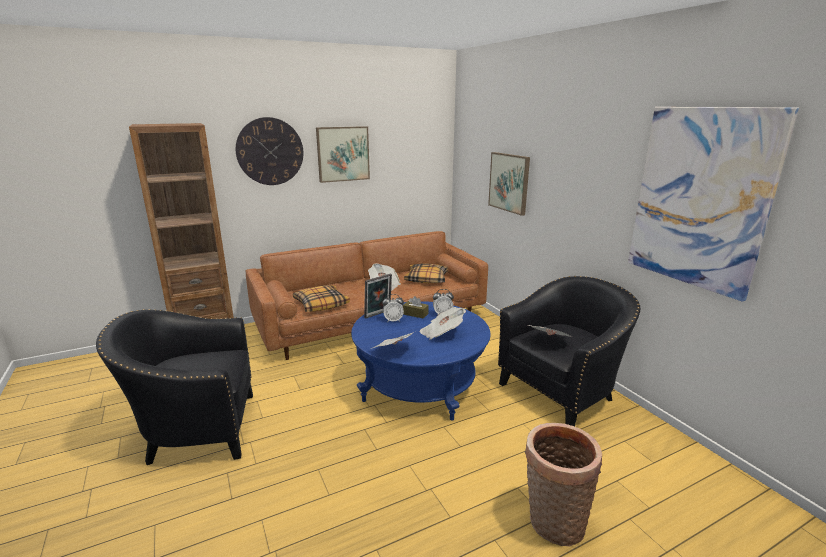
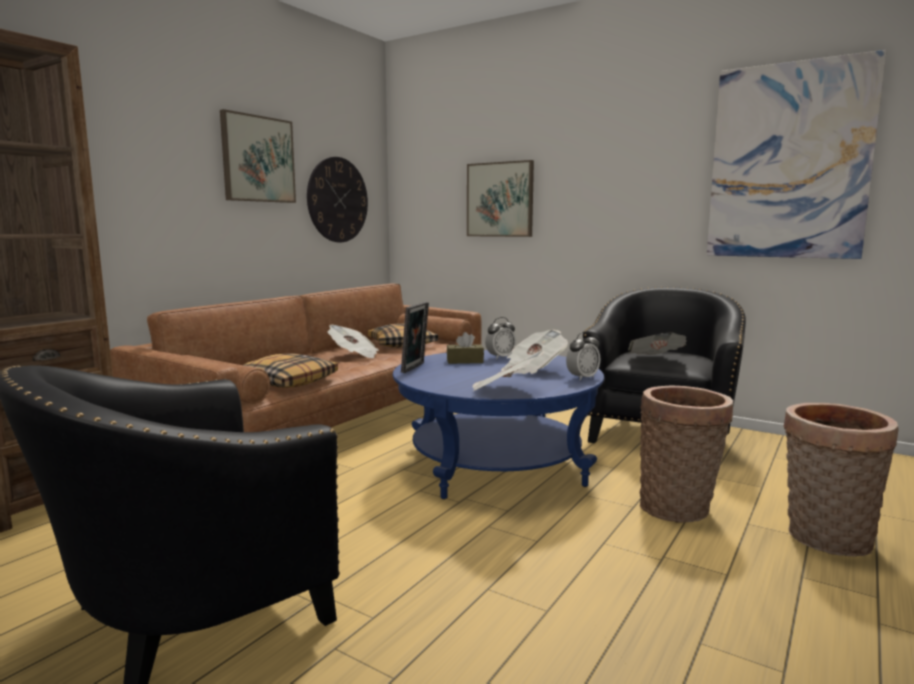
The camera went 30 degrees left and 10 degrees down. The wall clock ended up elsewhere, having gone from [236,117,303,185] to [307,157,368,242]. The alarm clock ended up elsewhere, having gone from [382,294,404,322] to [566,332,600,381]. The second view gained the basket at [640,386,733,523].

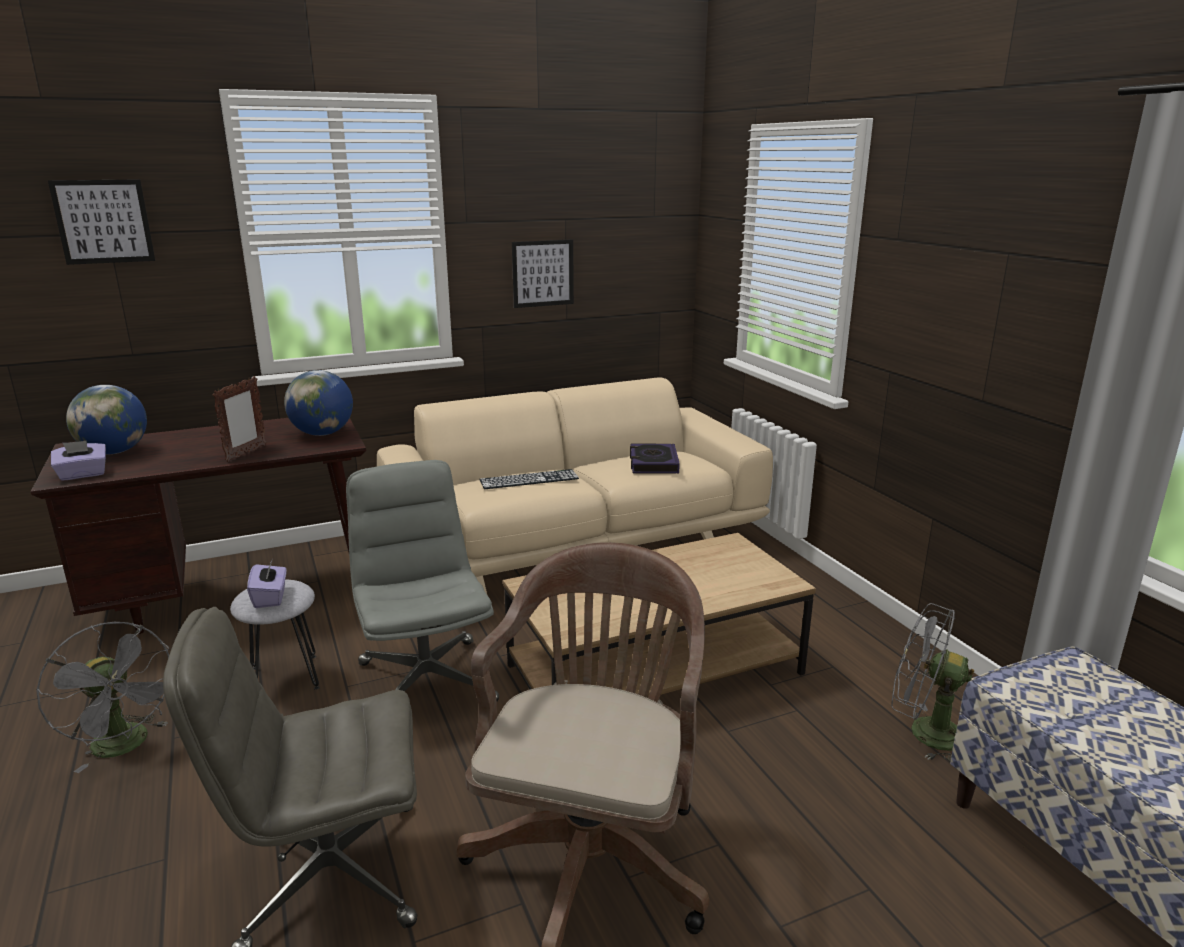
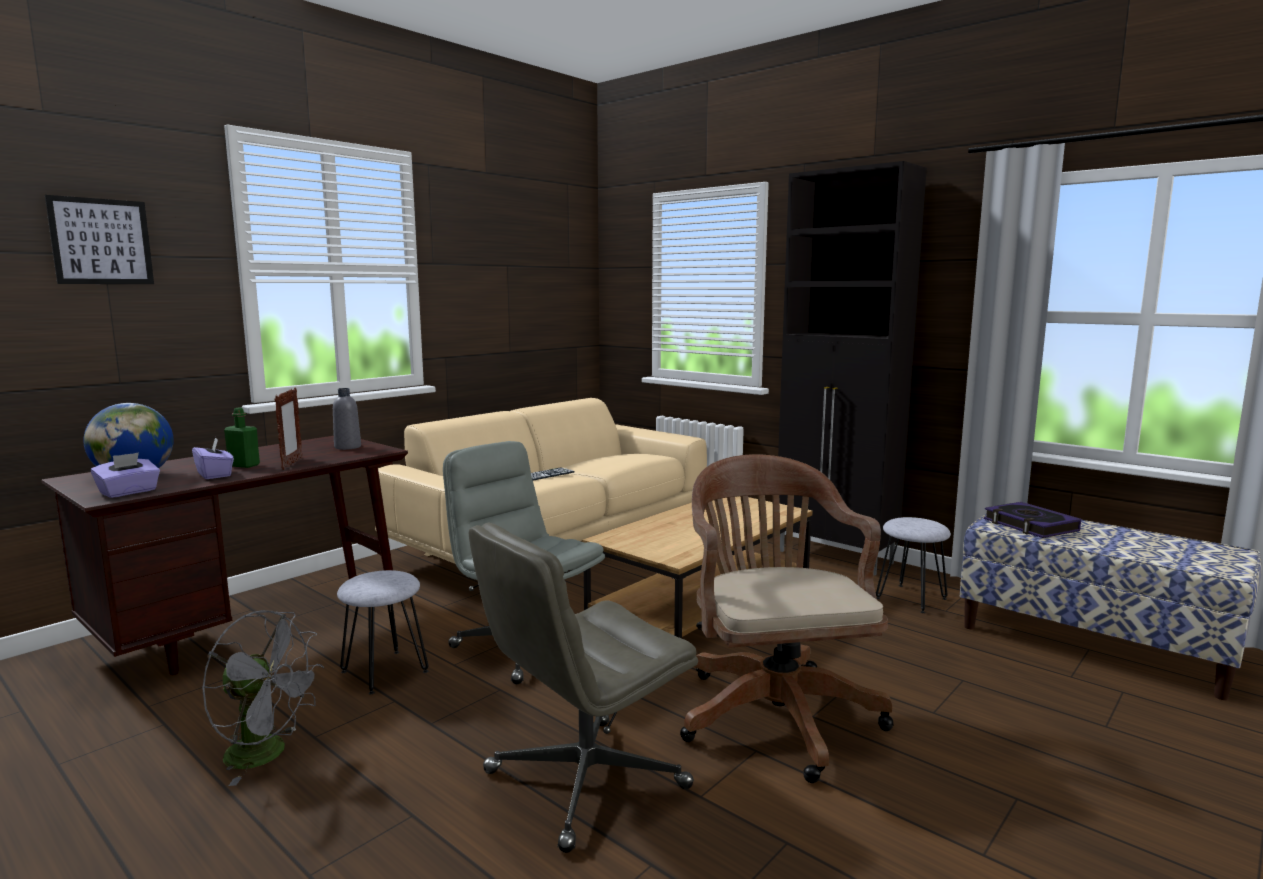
The camera went 25 degrees left and 10 degrees down. The second view lost the picture at [512,240,574,308]. Where the globe stood at [284,370,353,436], the grey bottle came to stand at [333,388,361,450]. The book ended up elsewhere, having gone from [630,444,680,474] to [984,502,1081,538]. The purple tissue box ended up elsewhere, having gone from [247,560,287,608] to [192,437,234,479]. Where the grey fan stood at [891,603,974,761], the grey stool came to stand at [876,517,951,613]. The second view gained the black cabinet at [778,161,927,575]. The second view gained the green bottle at [224,407,260,468].

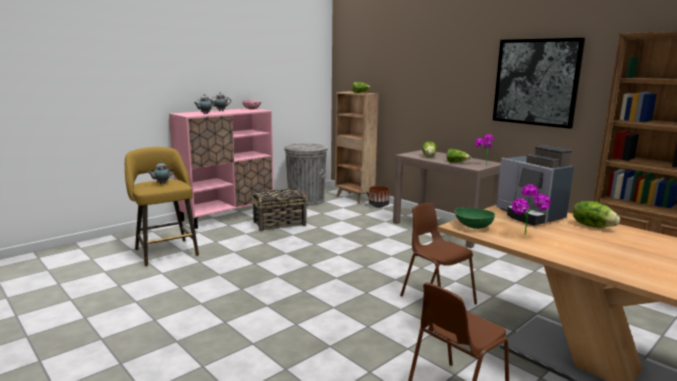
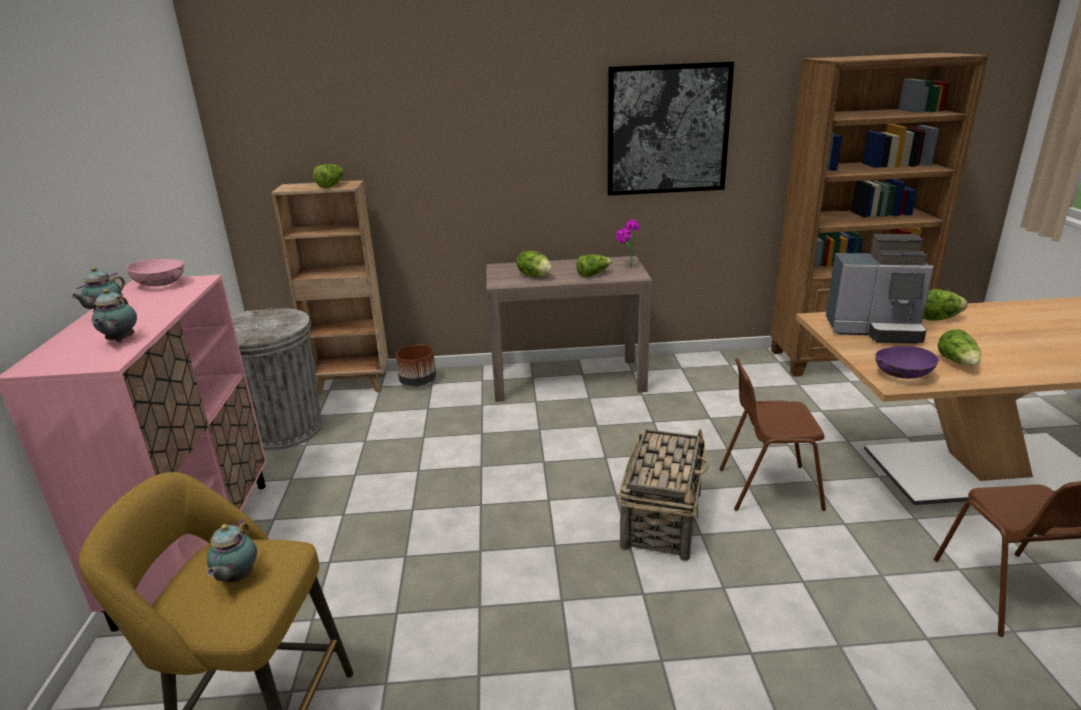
The camera went 50 degrees left and 10 degrees up. Where the potted plant stood at [512,184,551,235], the lettuce came to stand at [938,329,981,366]. The basket ended up elsewhere, having gone from [252,188,308,231] to [618,429,709,561]. What was the green bowl at [455,207,495,229] turned into the purple bowl at [876,346,939,379].

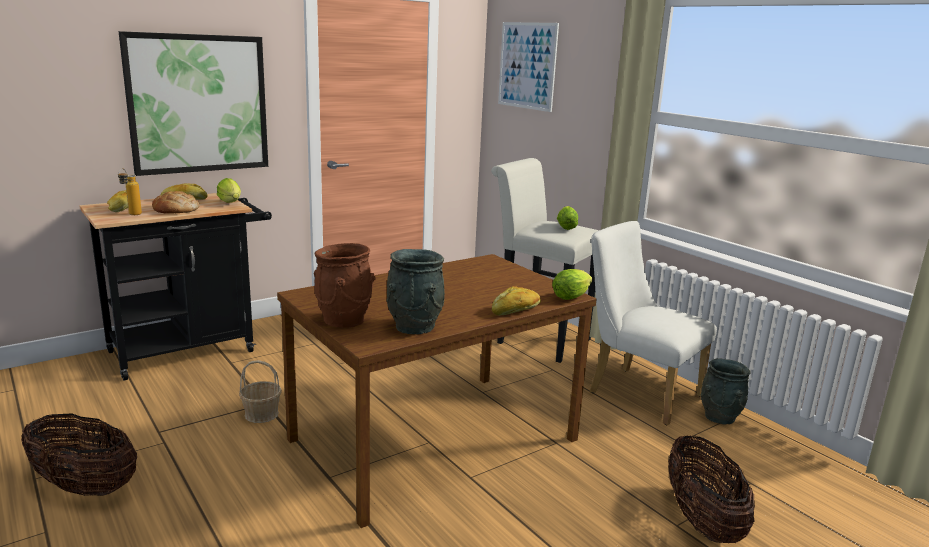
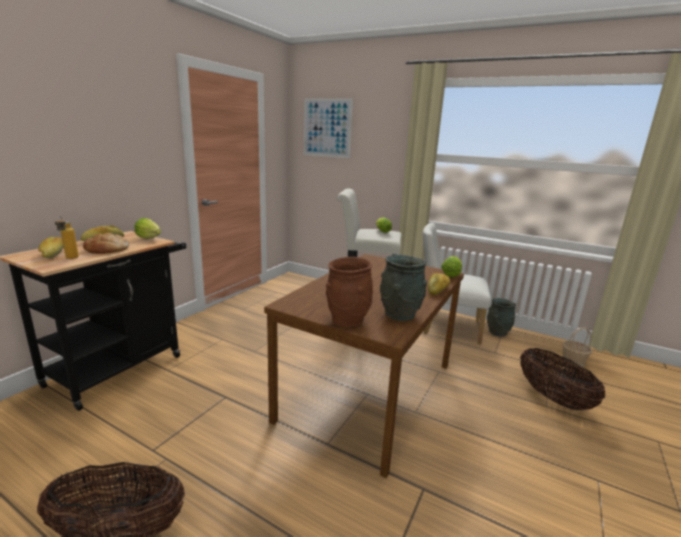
The camera went 25 degrees left and 0 degrees up. The second view lost the picture at [119,31,268,176]. The basket ended up elsewhere, having gone from [239,360,282,423] to [562,328,592,367].

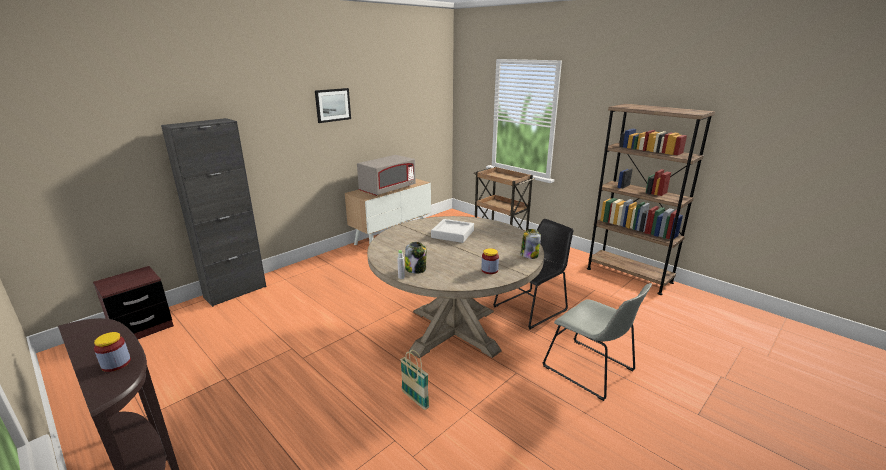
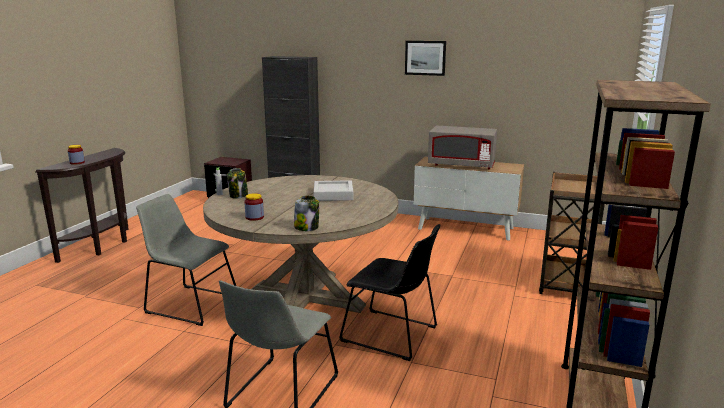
The camera went 65 degrees right and 5 degrees down. Where the basket stood at [400,350,429,410], the grey chair came to stand at [136,194,236,326].

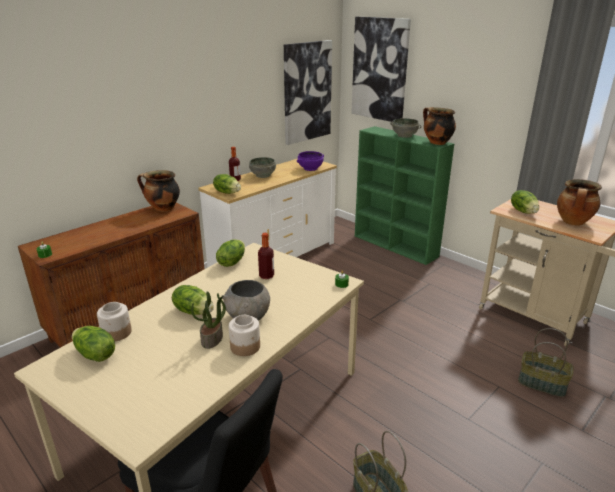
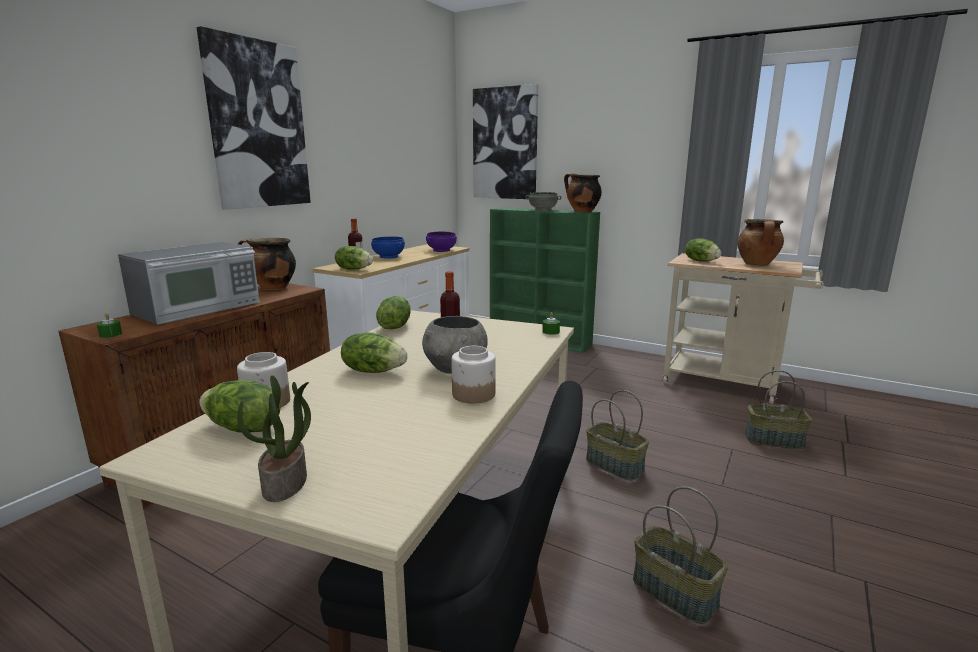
The camera went 15 degrees left and 10 degrees down. The picture ended up elsewhere, having gone from [284,40,332,145] to [196,26,311,210]. What was the grey bowl at [249,157,276,178] turned into the blue bowl at [371,236,405,258]. The potted plant ended up elsewhere, having gone from [191,291,226,349] to [237,375,311,502]. The second view gained the microwave at [118,242,260,325]. The second view gained the basket at [586,390,649,481].

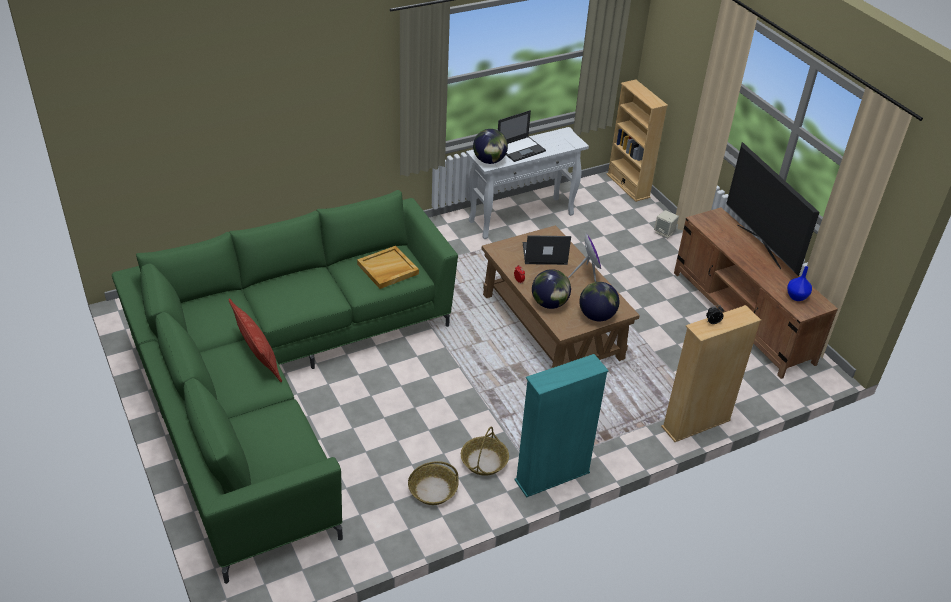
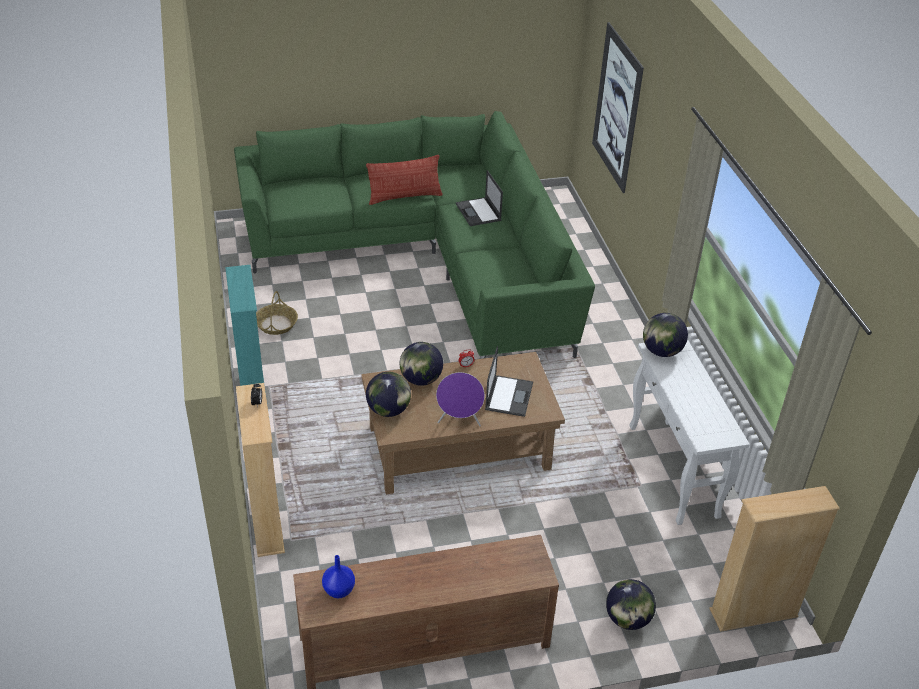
The camera went 105 degrees right and 0 degrees up. The laptop ended up elsewhere, having gone from [498,110,546,162] to [456,170,503,226]. The second view lost the television at [726,142,820,276]. Where the beige speaker stood at [654,210,679,238], the globe came to stand at [606,579,656,630]. The second view lost the beige tray at [357,246,419,289]. The second view lost the basket at [461,427,509,476]. The second view gained the picture at [592,22,644,193].

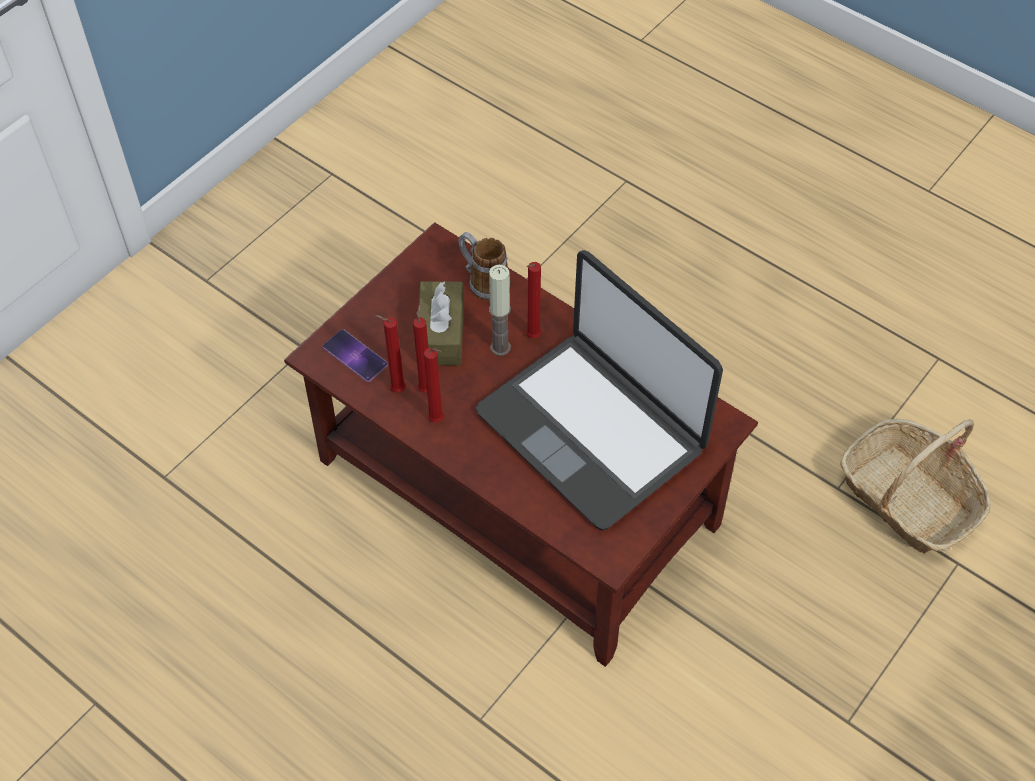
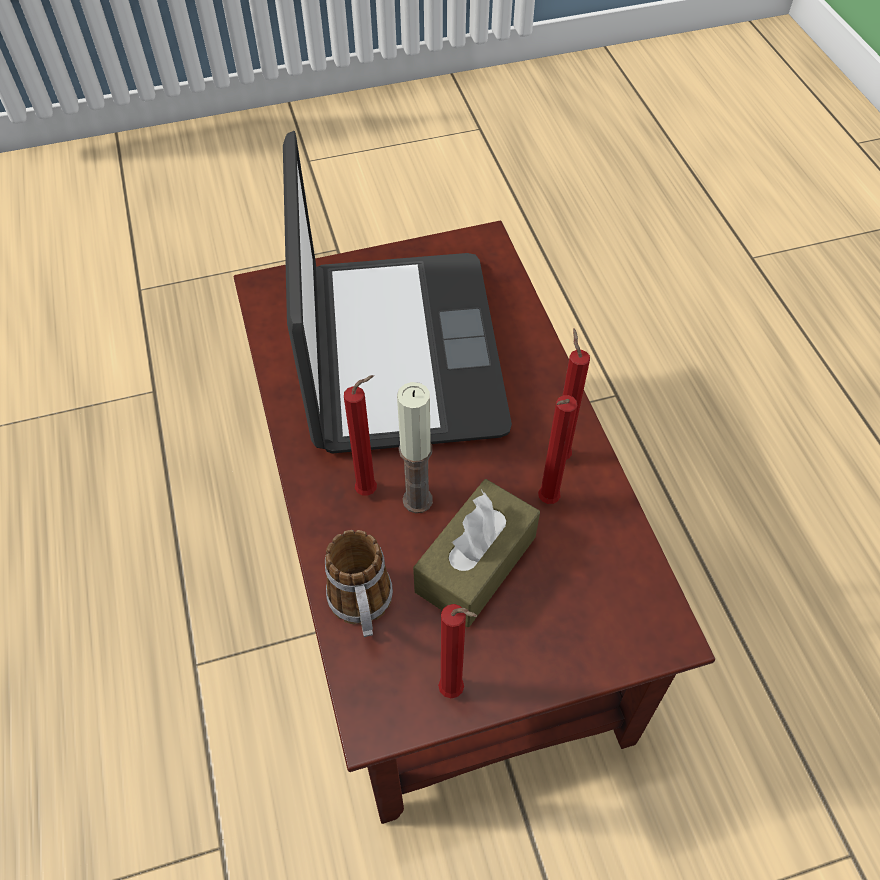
The camera went 145 degrees left and 0 degrees up. The red candle ended up elsewhere, having gone from [375,315,406,393] to [438,604,477,698]. The second view lost the phone at [323,329,388,382]. The second view lost the basket at [840,419,991,554].

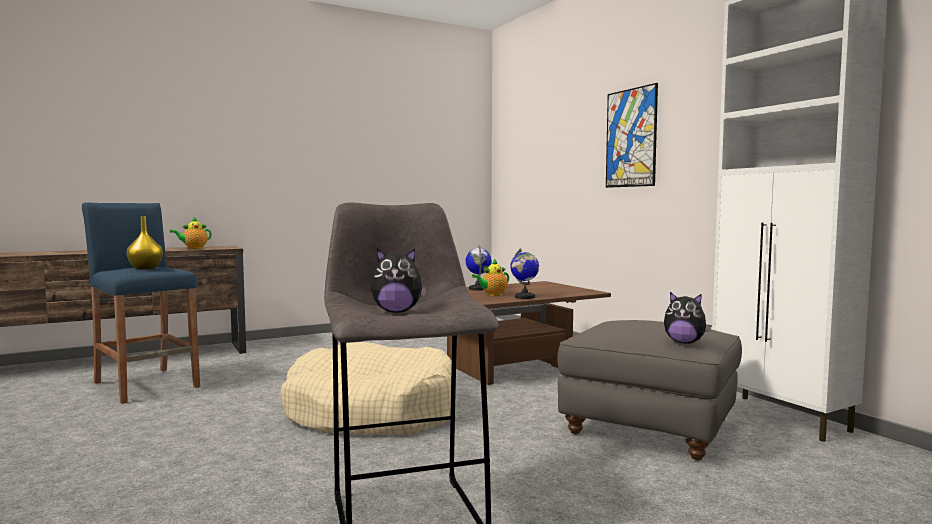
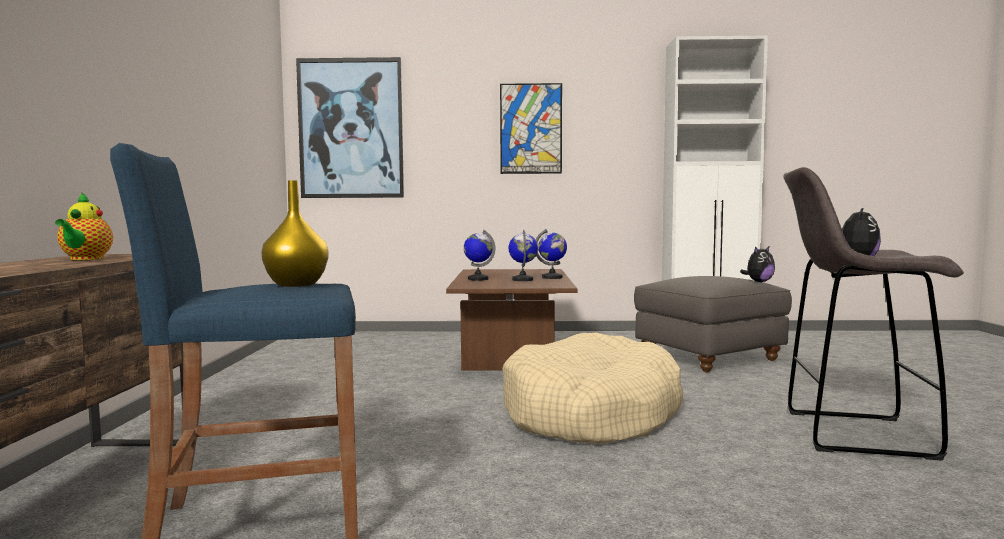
The camera went 60 degrees left and 0 degrees up. Where the teapot stood at [472,259,509,296], the globe came to stand at [509,230,538,281]. The second view gained the picture at [296,57,404,198].

